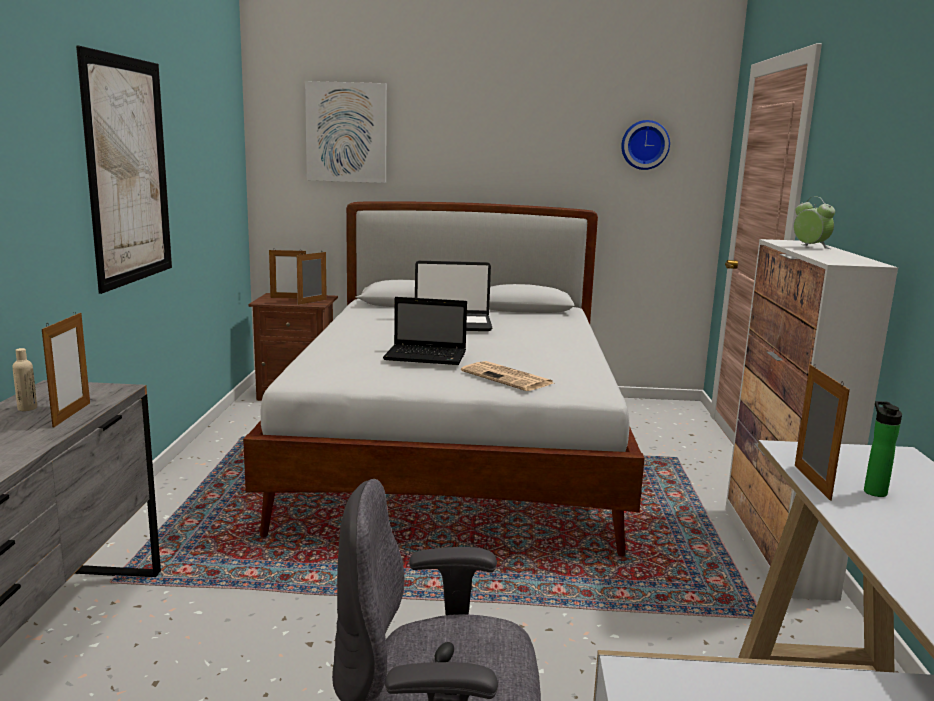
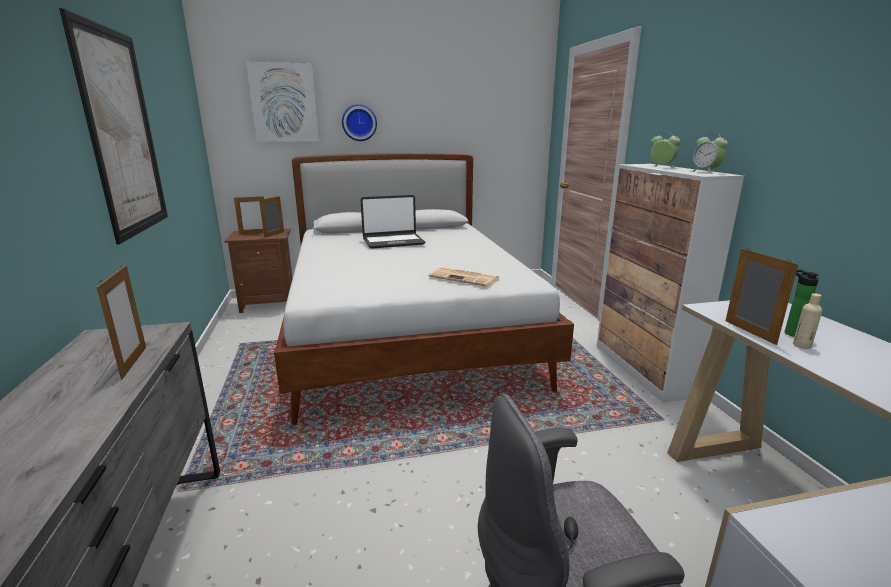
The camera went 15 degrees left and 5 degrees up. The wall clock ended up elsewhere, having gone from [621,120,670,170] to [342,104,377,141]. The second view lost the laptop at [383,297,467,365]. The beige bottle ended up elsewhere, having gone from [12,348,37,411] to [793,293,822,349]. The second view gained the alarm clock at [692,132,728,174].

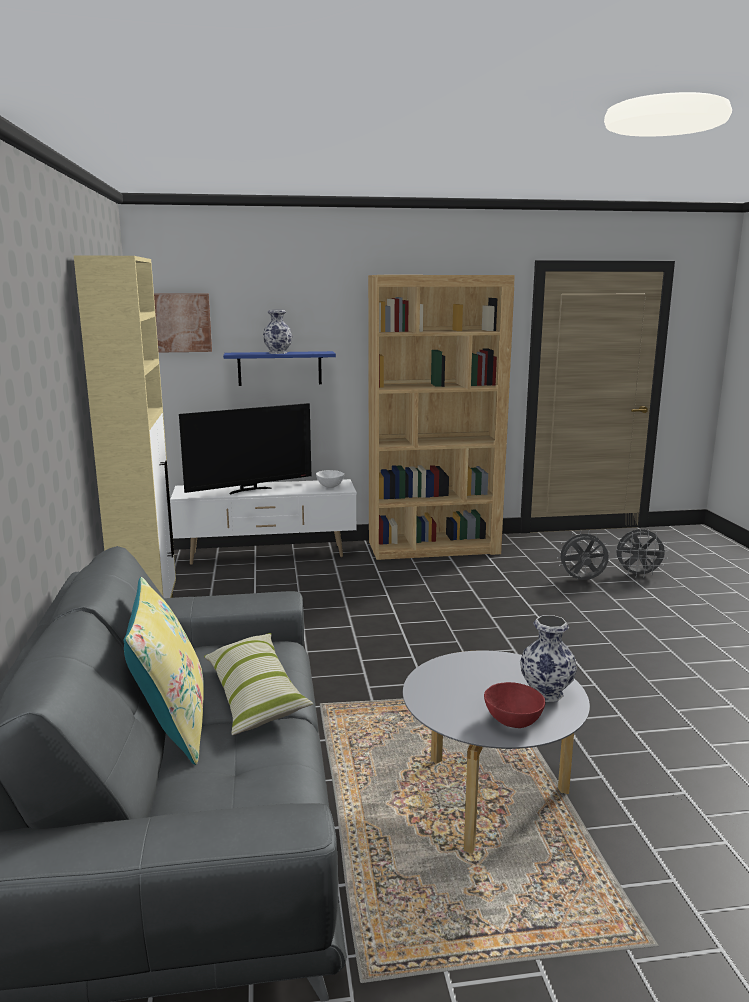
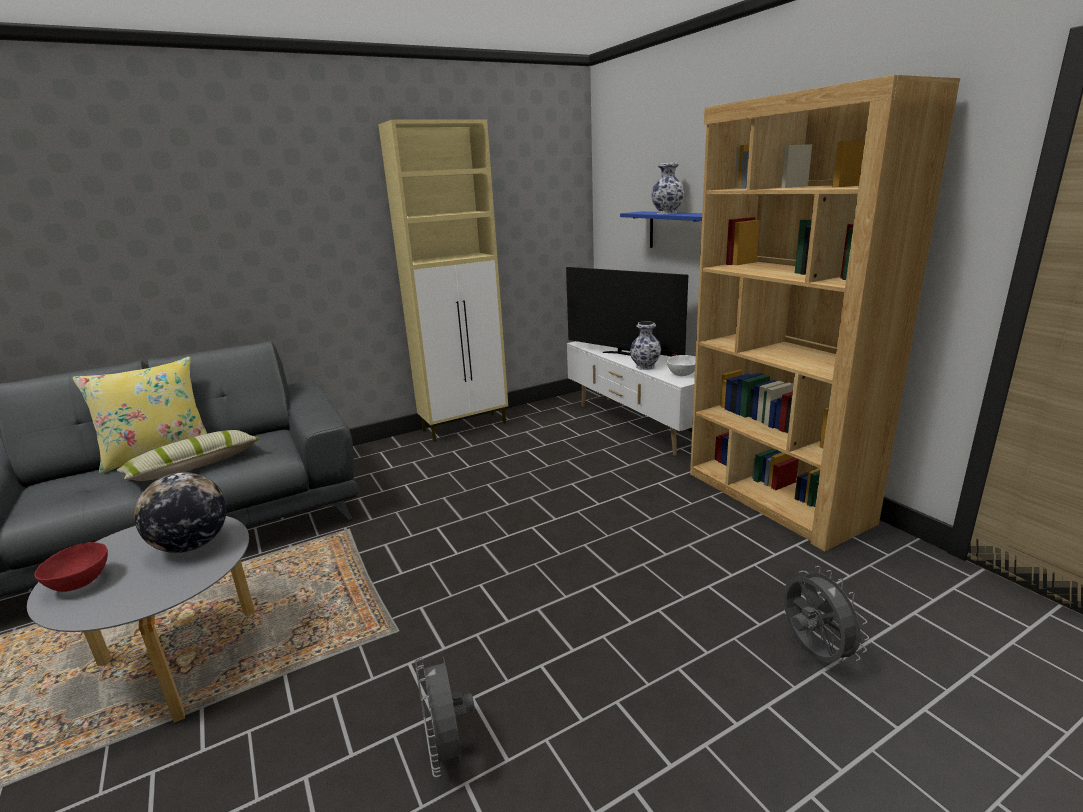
The camera went 70 degrees right and 5 degrees up. The second view lost the picture at [154,293,212,353]. The grey fan ended up elsewhere, having gone from [616,529,668,578] to [415,657,475,777]. The vase ended up elsewhere, having gone from [520,615,577,702] to [630,321,661,370]. The second view gained the globe at [134,472,227,553].

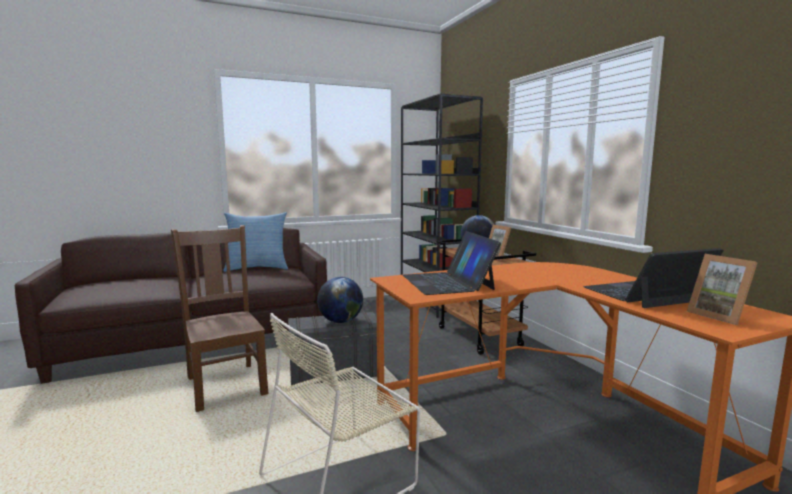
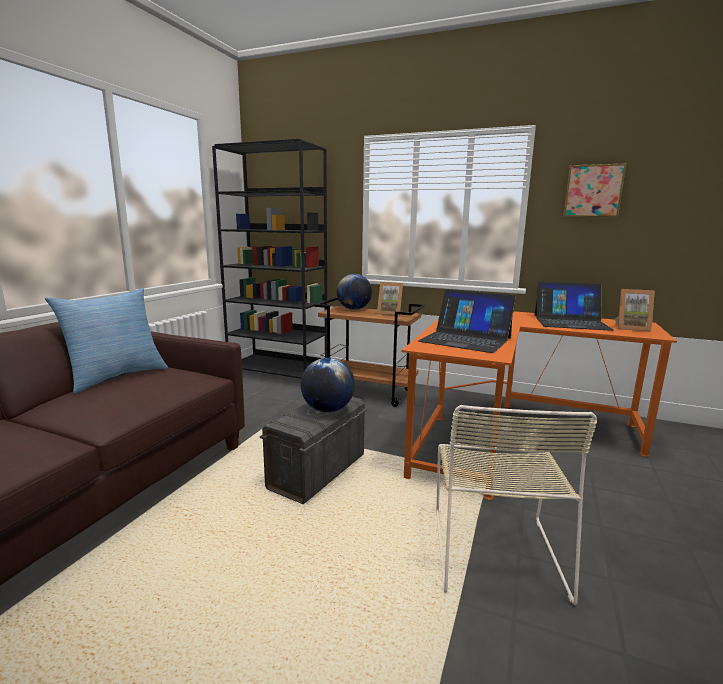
The camera went 45 degrees left and 5 degrees up. The second view lost the brown chair at [171,225,269,412]. The laptop at [583,248,724,308] ended up facing another way, 105 degrees counterclockwise from before. The second view gained the picture at [563,163,626,217].

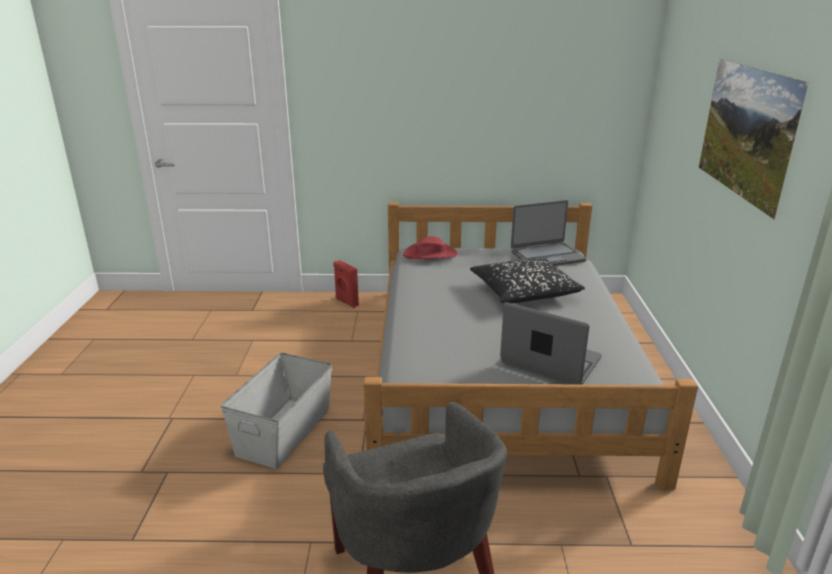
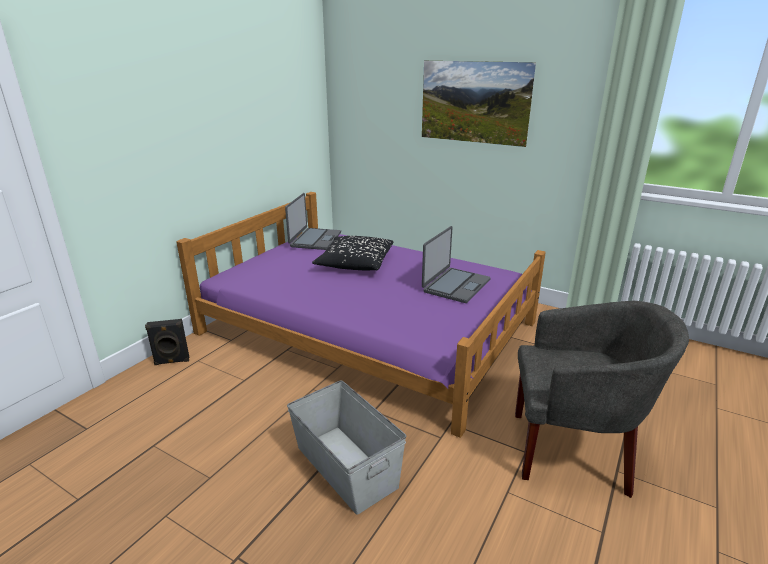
The camera went 60 degrees left and 0 degrees up. What was the grey bed at [363,202,698,490] turned into the purple bed at [177,192,546,438]. The second view lost the red hat at [403,236,458,259]. What was the red speaker at [333,260,359,308] turned into the black speaker at [145,319,189,365]. The laptop at [500,302,602,385] ended up facing another way, 150 degrees clockwise from before.

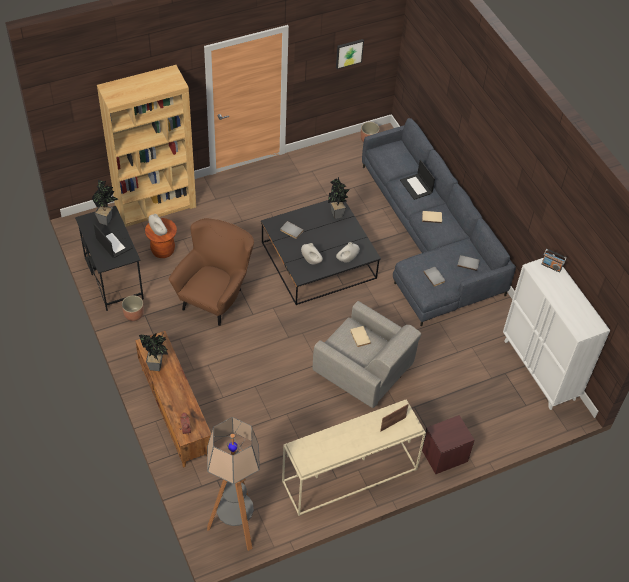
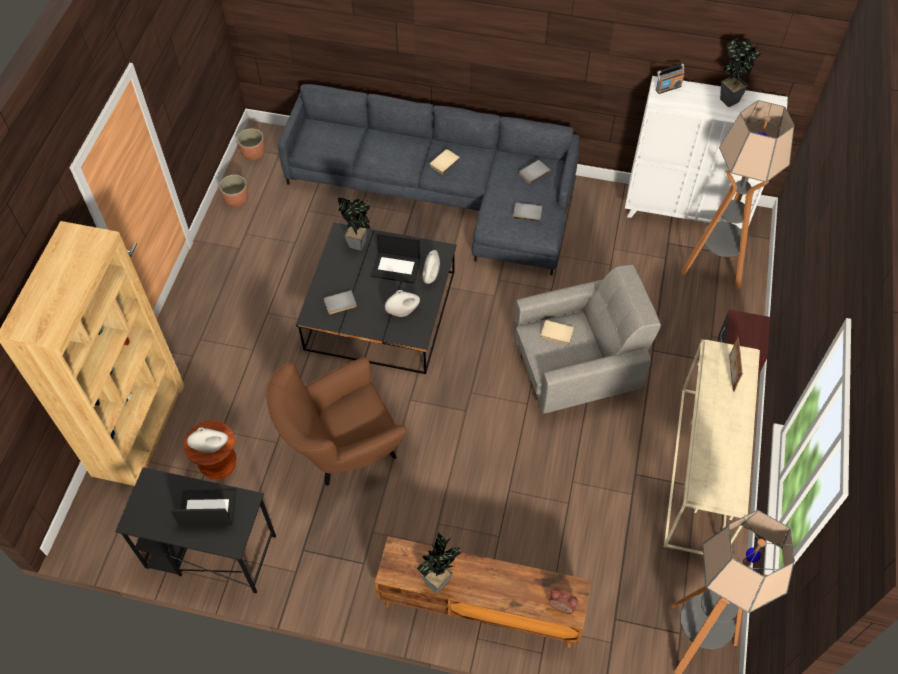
The camera went 50 degrees left and 5 degrees up. The second view lost the picture at [336,39,364,69]. The laptop ended up elsewhere, having gone from [400,159,435,200] to [371,233,420,283]. The potted plant ended up elsewhere, having gone from [91,180,118,225] to [720,37,761,107]. The brown armchair at [169,218,254,326] ended up facing another way, 90 degrees counterclockwise from before. The planter ended up elsewhere, having gone from [122,295,144,321] to [219,175,248,208]. The second view gained the floor lamp at [681,100,794,290].

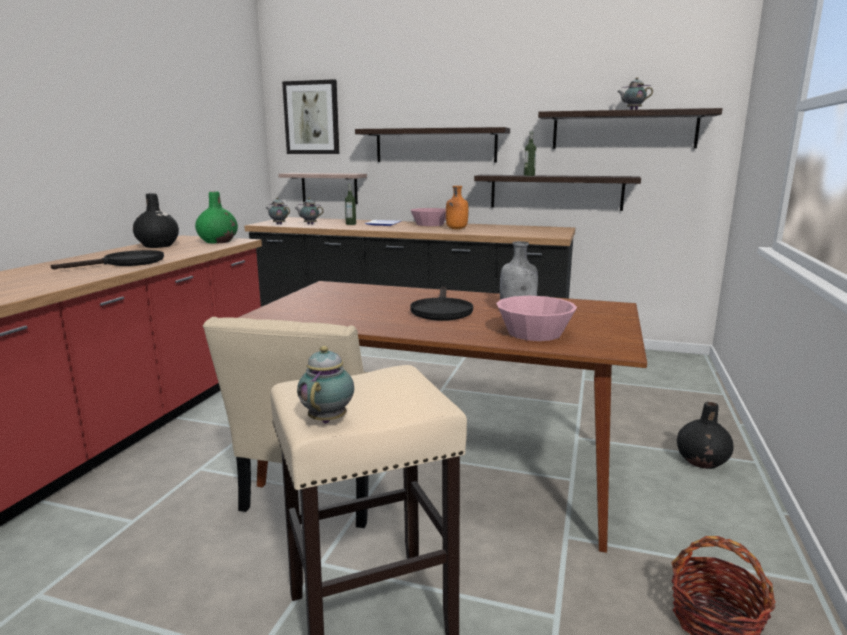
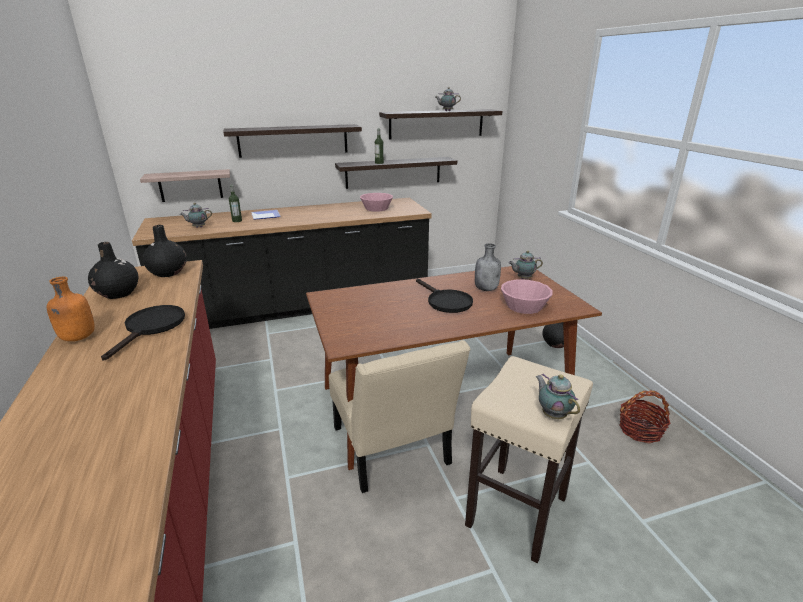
The camera went 35 degrees left and 10 degrees up. The second view lost the picture at [282,79,339,154]. The orange bottle ended up elsewhere, having gone from [446,186,468,229] to [47,277,95,341]. What was the green vase at [195,191,238,244] turned into the black vase at [143,225,187,277]. The teapot ended up elsewhere, having gone from [266,198,290,225] to [508,251,543,279]. The pink bowl ended up elsewhere, having gone from [411,208,446,226] to [360,193,393,212].

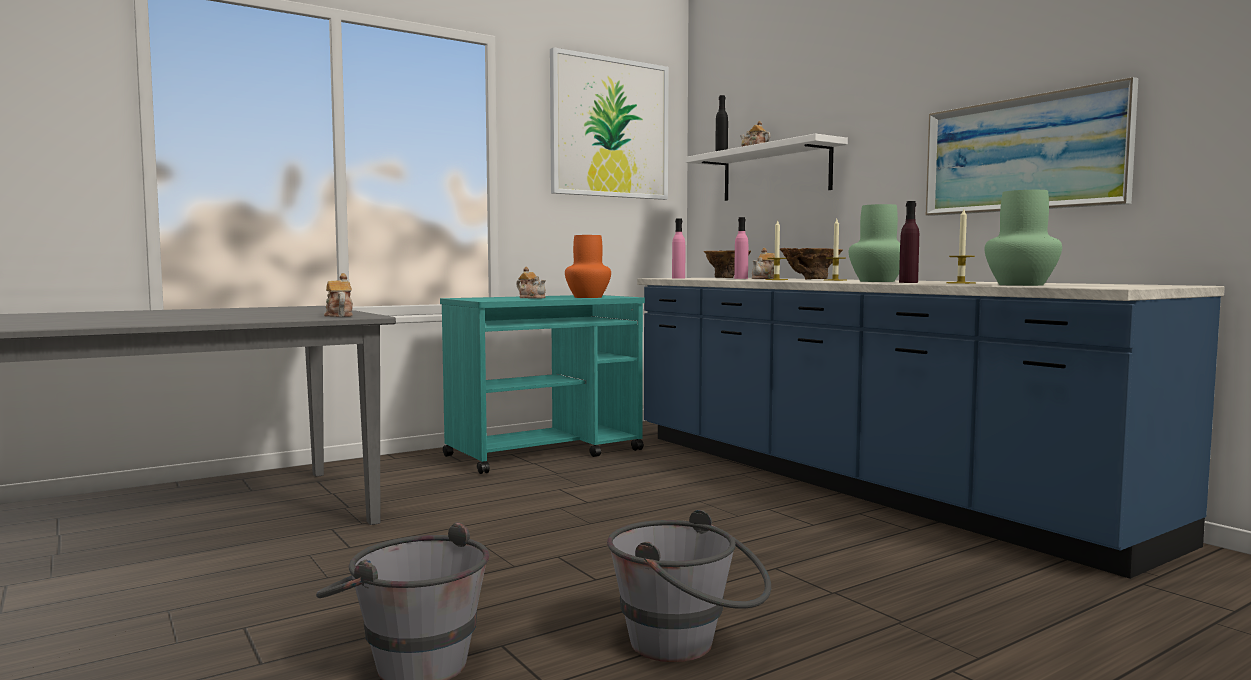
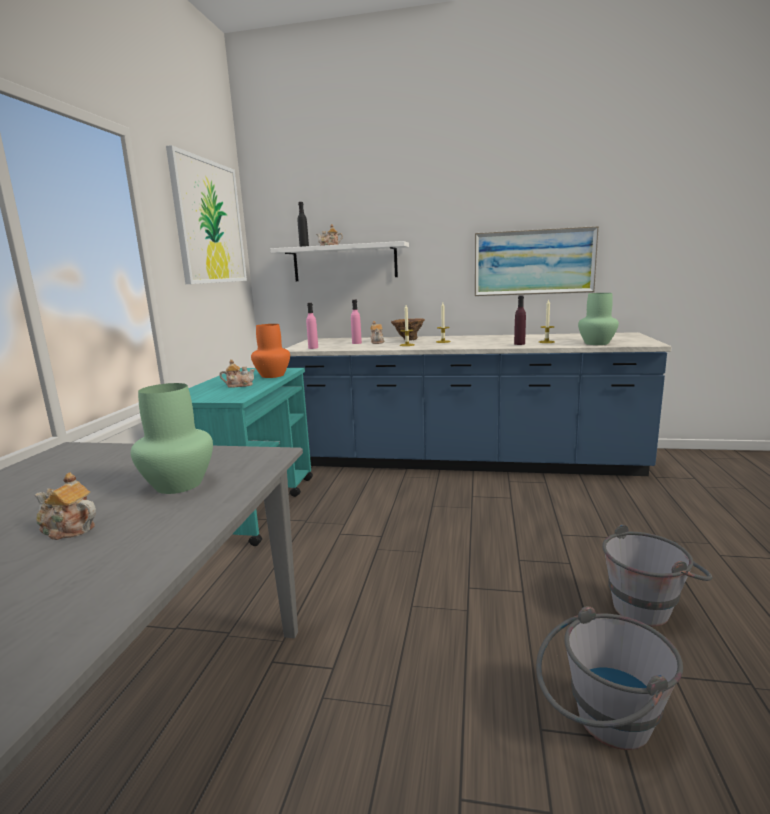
The camera went 45 degrees left and 10 degrees up. The green vase ended up elsewhere, having gone from [849,204,900,282] to [131,383,213,494]. The second view lost the brown vase at [704,251,751,278]. The teapot ended up elsewhere, having gone from [324,273,353,317] to [35,472,96,540].

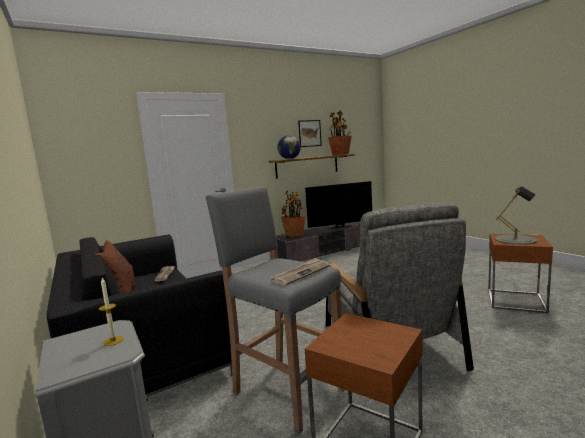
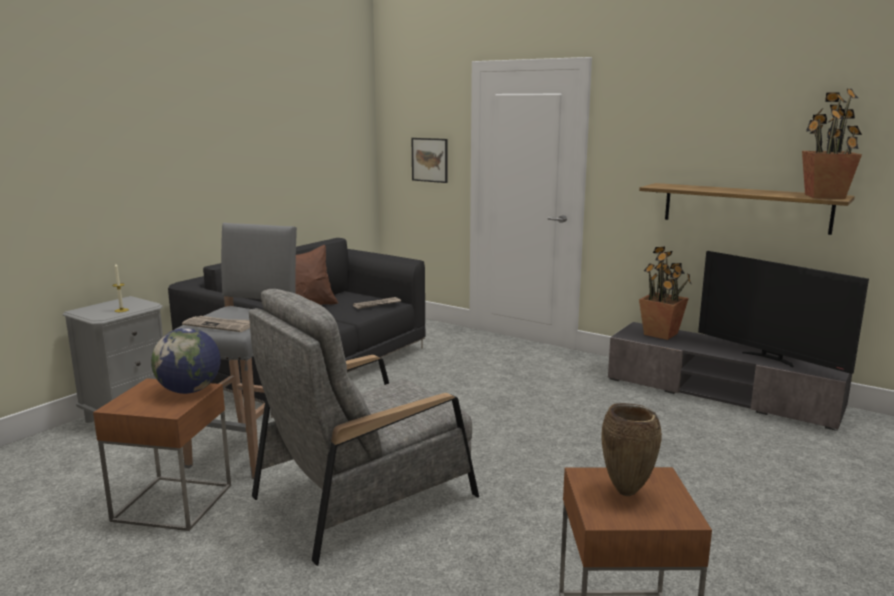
The camera went 65 degrees right and 5 degrees up. The picture ended up elsewhere, having gone from [298,120,322,147] to [412,138,447,183]. The globe ended up elsewhere, having gone from [277,135,301,159] to [151,328,220,394]. Where the grey table lamp stood at [495,186,537,245], the brown vase came to stand at [601,403,662,496].

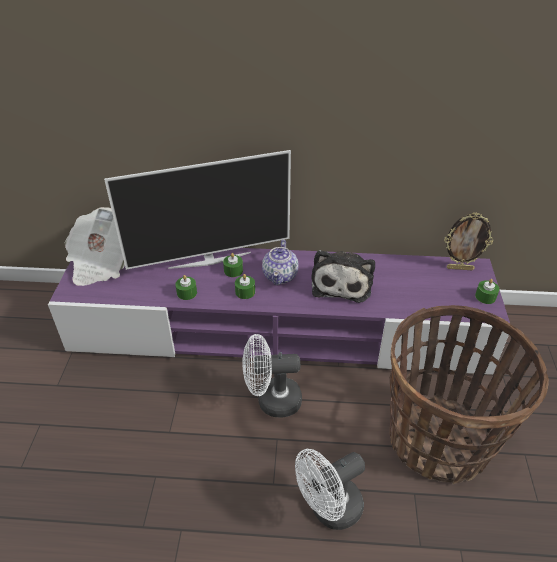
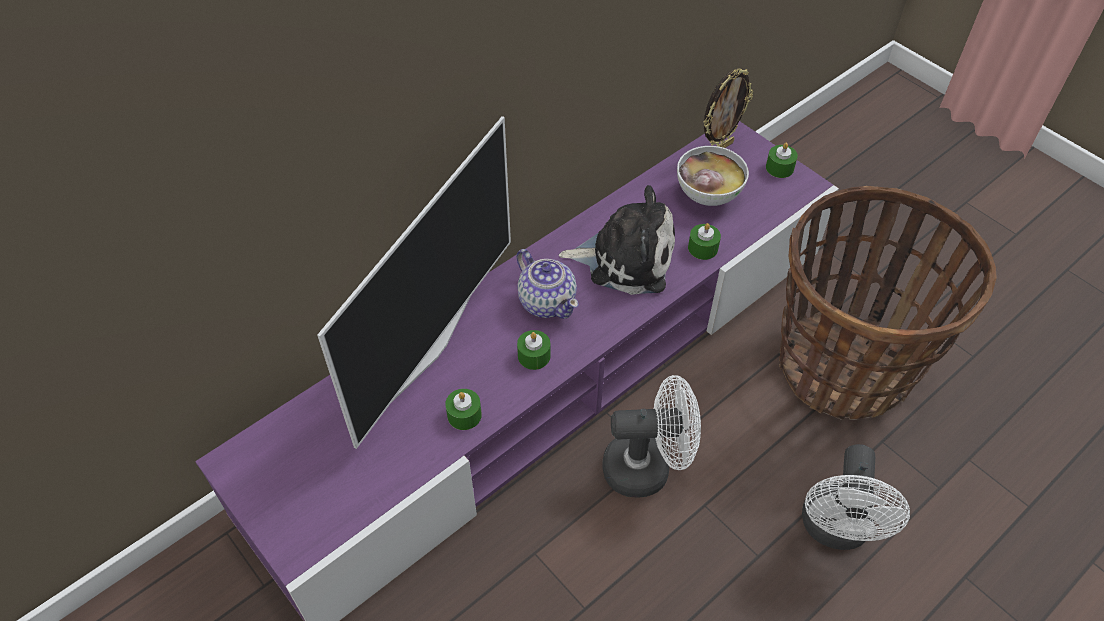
The camera went 45 degrees left and 10 degrees up. The second view lost the newspaper at [64,207,125,286]. The plush toy at [311,250,375,303] ended up facing another way, 45 degrees counterclockwise from before. The green candle ended up elsewhere, having gone from [223,253,243,277] to [688,223,721,260]. The white fan at [242,334,302,418] ended up facing another way, 135 degrees counterclockwise from before. The second view gained the bowl at [677,146,749,206].

